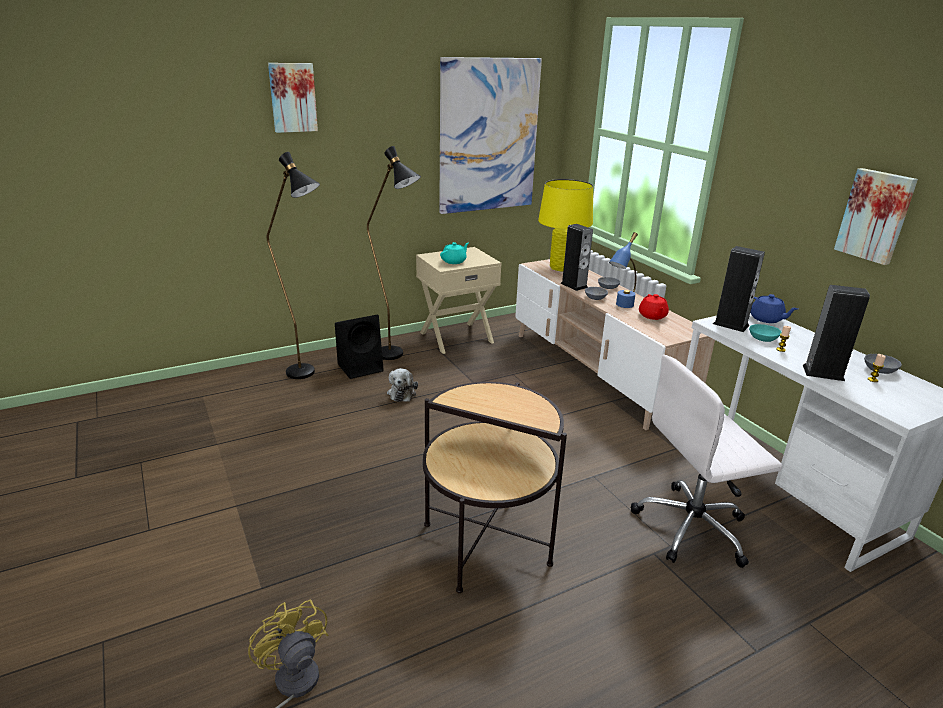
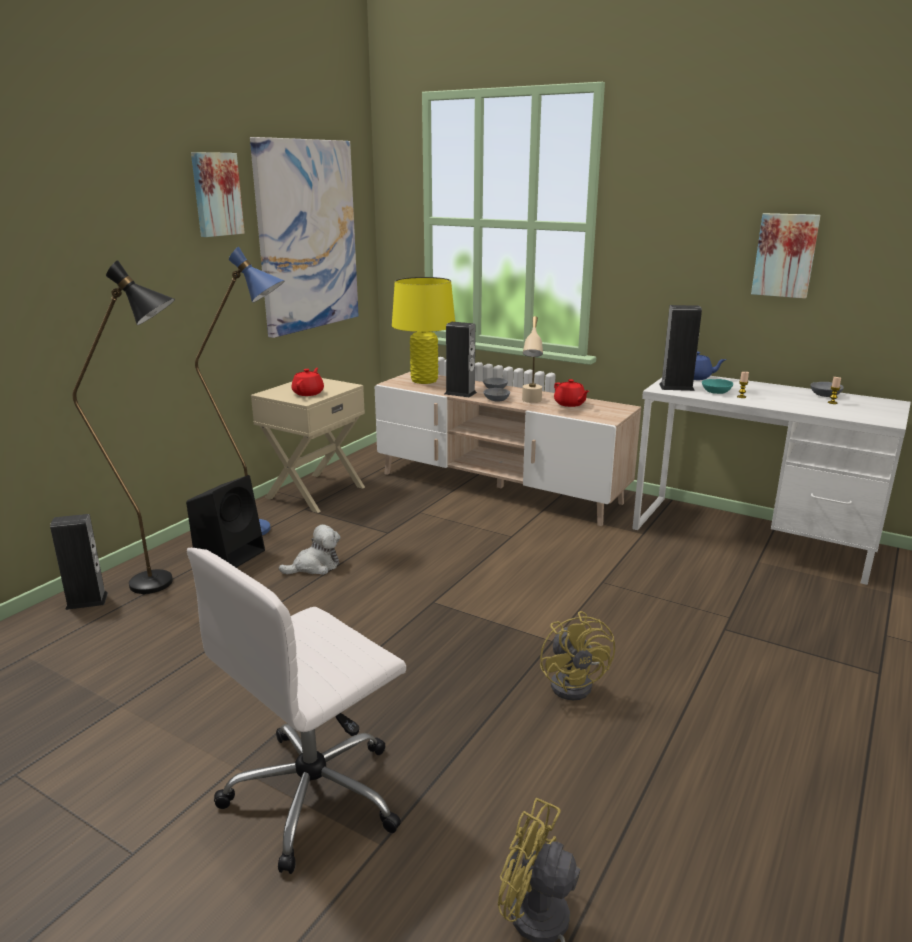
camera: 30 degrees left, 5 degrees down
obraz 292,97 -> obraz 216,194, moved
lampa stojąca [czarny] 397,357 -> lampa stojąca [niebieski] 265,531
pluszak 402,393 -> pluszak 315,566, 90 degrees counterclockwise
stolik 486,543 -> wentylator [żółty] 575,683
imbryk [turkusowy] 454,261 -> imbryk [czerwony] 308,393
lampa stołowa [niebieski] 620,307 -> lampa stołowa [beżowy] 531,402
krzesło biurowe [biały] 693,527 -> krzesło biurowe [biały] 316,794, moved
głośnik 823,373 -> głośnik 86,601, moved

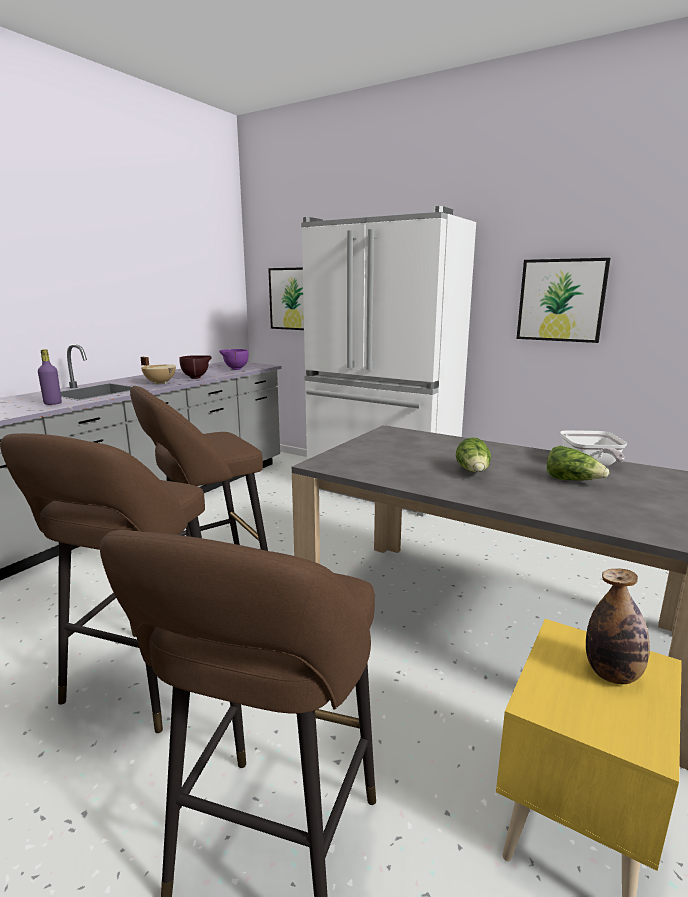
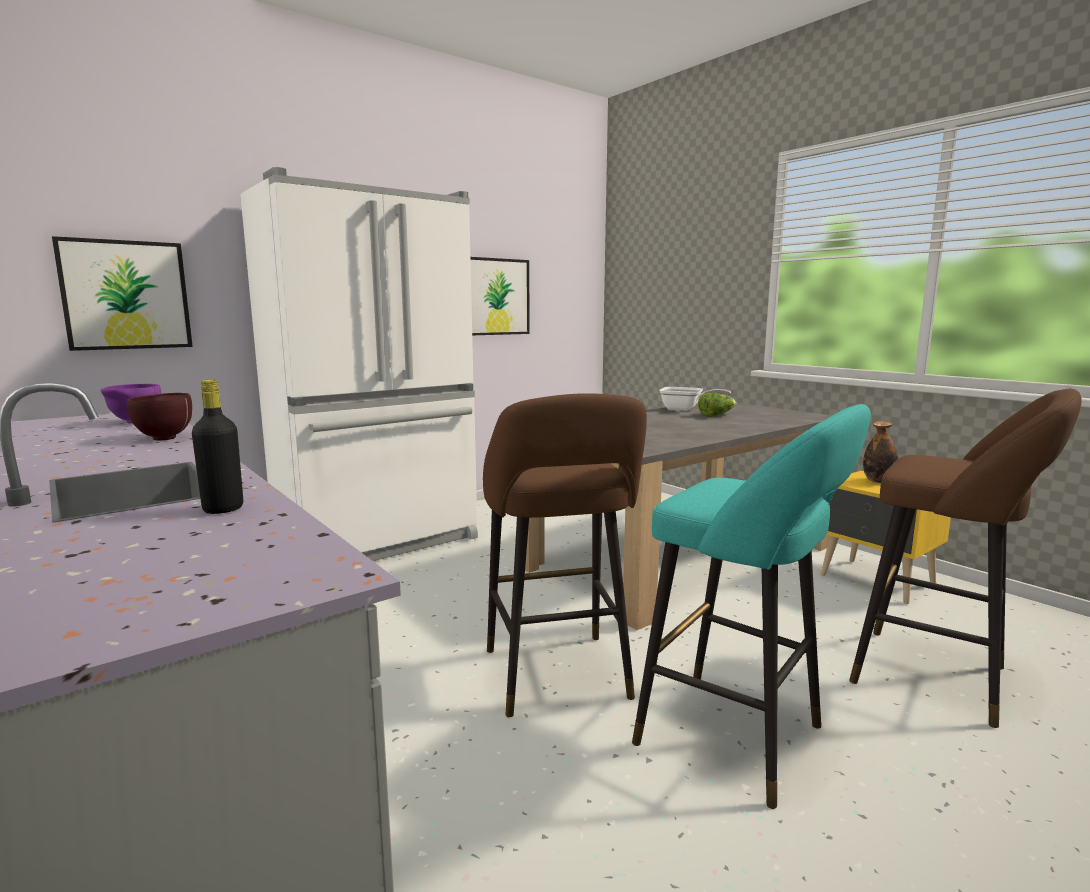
camera: 70 degrees left, 5 degrees down
stołek [brązowy] 140,683 -> stołek [turkusowy] 740,739
butelka [fioletowy] 53,403 -> butelka [czarny] 223,509
garnek [beżowy] 160,383 -> none
sałata 473,472 -> none

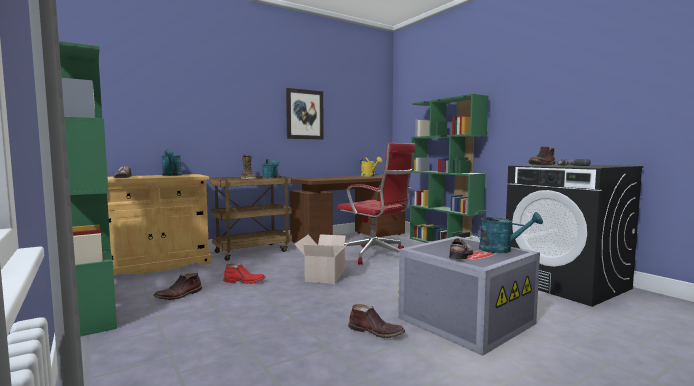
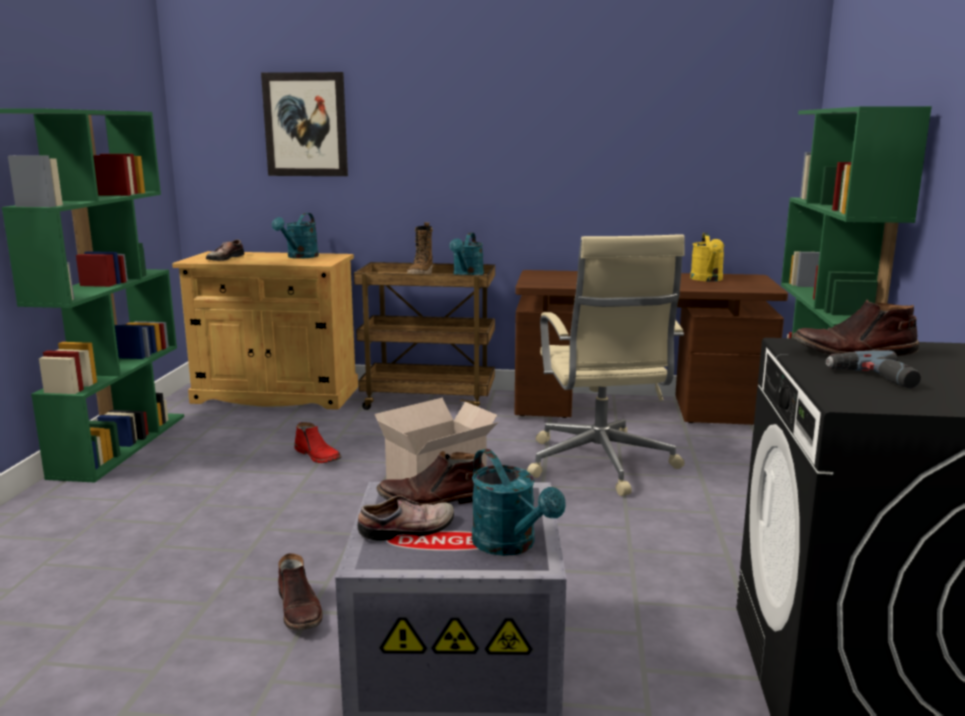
camera: 40 degrees right, 10 degrees up
but z cholewką [brązowy] 179,295 -> but z cholewką [brązowy] 434,499, moved
obraz 304,114 -> obraz 305,125, moved
krzesło biurowe [czerwony] 375,256 -> krzesło biurowe [beżowy] 600,465

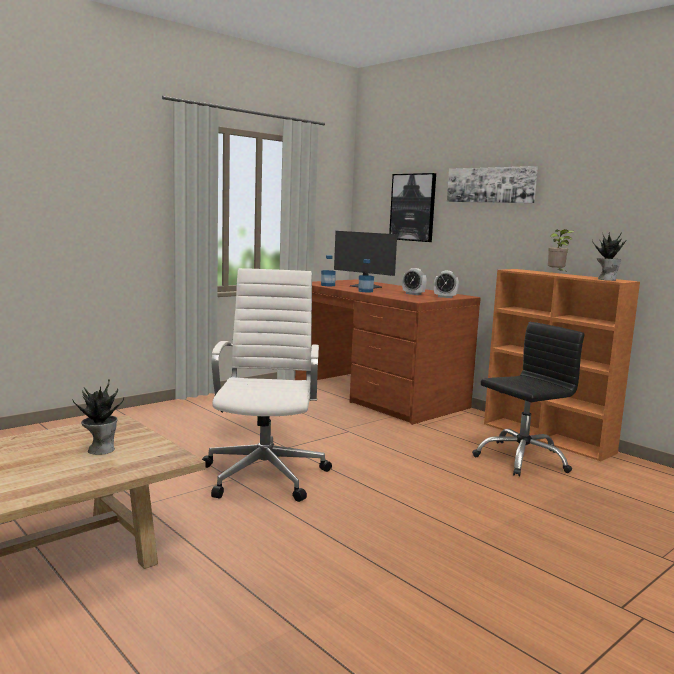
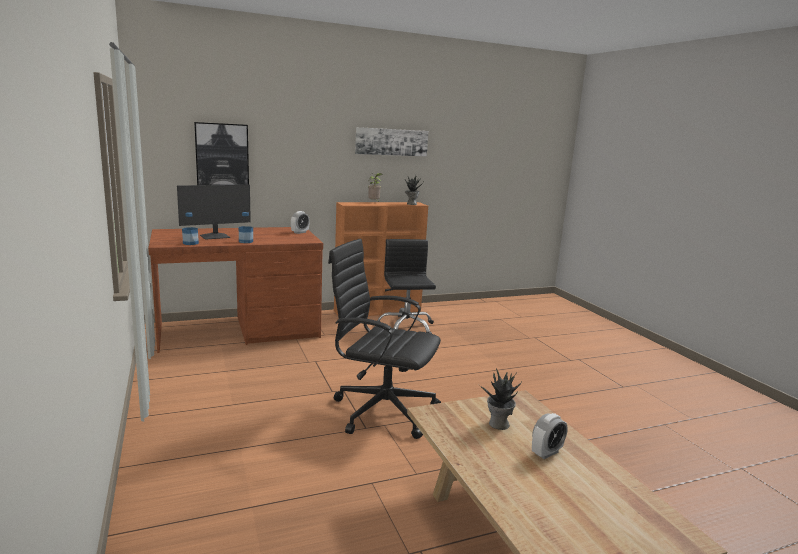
camera: 70 degrees left, 5 degrees up
krzesło biurowe [biały] 265,474 -> krzesło biurowe [czarny] 381,410
budzik 413,294 -> budzik 546,453, moved
obraz 491,185 -> obraz 391,142, moved

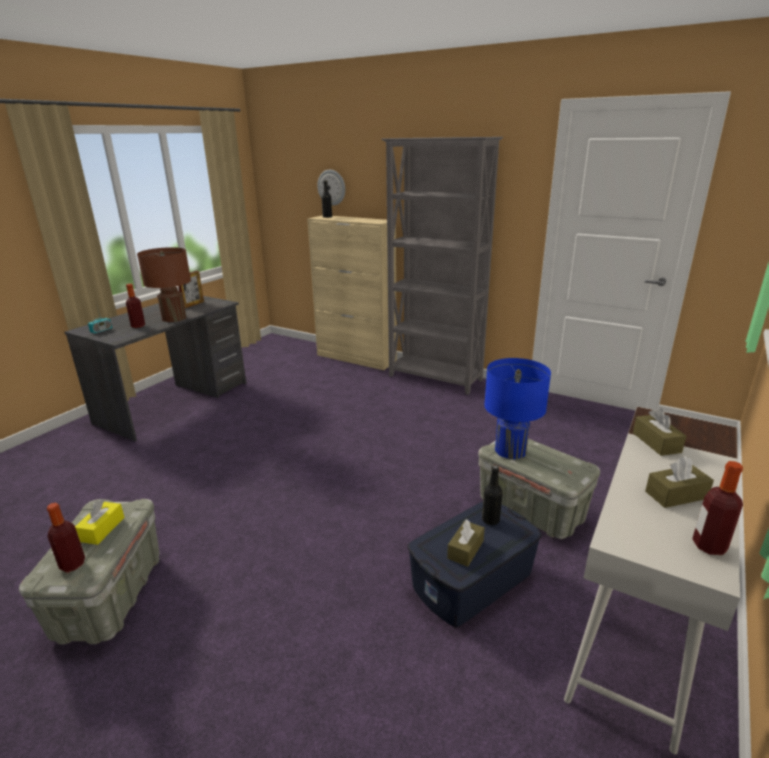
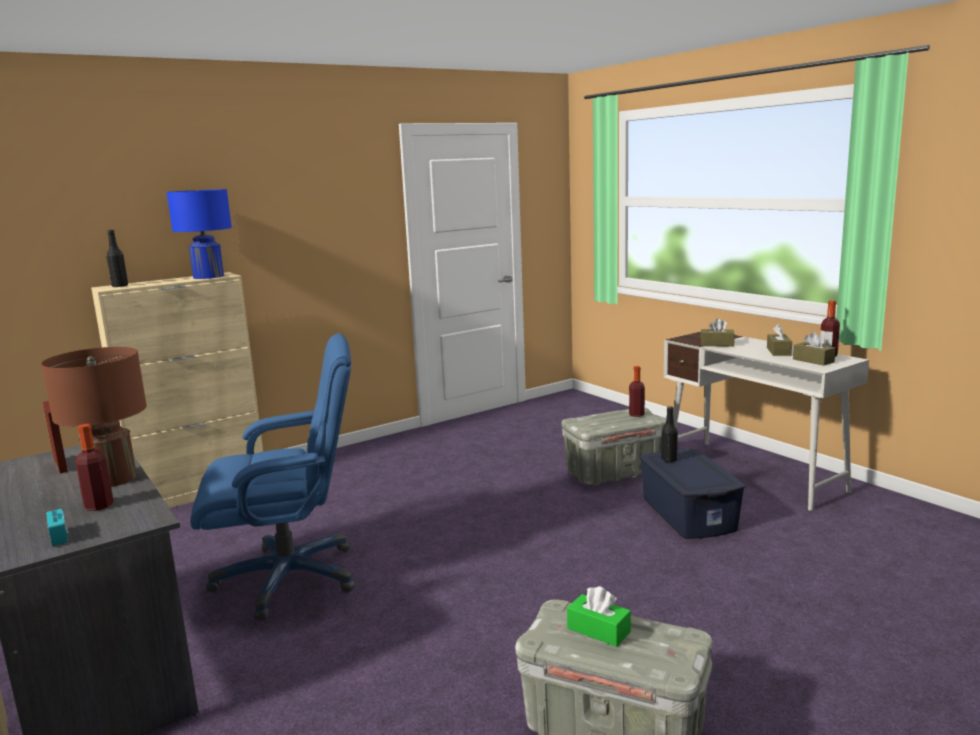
camera: 65 degrees left, 10 degrees down
butelka 72,564 -> butelka 636,414, moved
pudełko chusteczek [żółty] 102,529 -> pudełko chusteczek [zielony] 598,630
zegar ścienny 332,187 -> none
regał [szary] 435,379 -> none
pudełko chusteczek [brązowy] 465,549 -> pudełko chusteczek [brązowy] 813,360, moved
lampa stołowa [niebieski] 510,450 -> lampa stołowa [niebieski] 208,276, moved
none -> krzesło biurowe [niebieski] 290,578

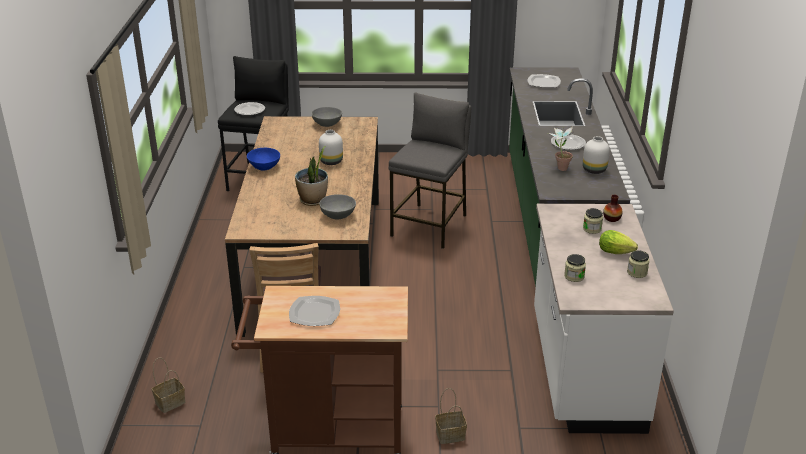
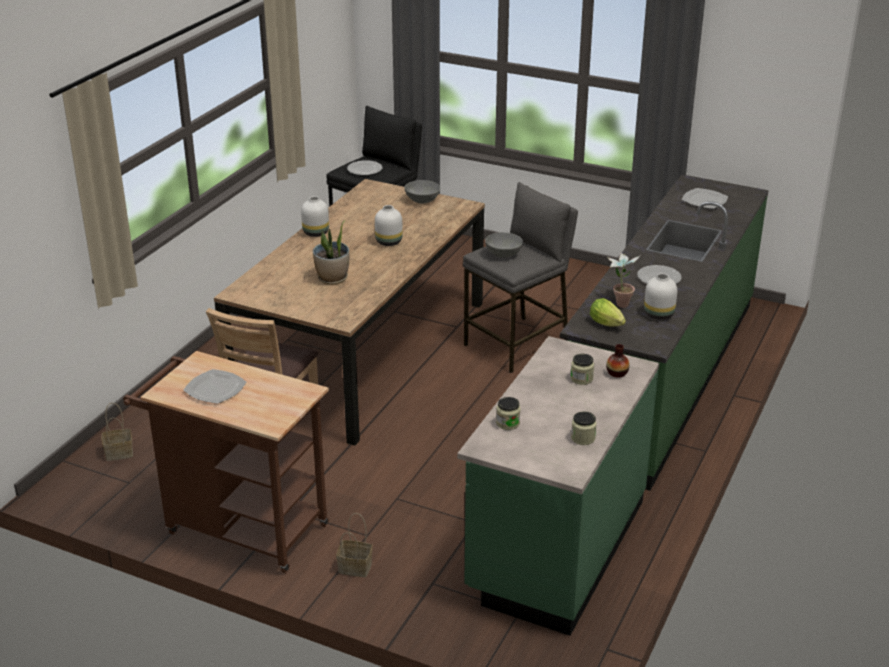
camera: 25 degrees right, 0 degrees up
miska [niebieski] 264,167 -> wazon [biały] 316,233
miska [szary] 338,215 -> miska [szary] 503,254, moved
zabudowa kuchenna [biały] 583,371 -> zabudowa kuchenna [zielony] 555,547
sałata 617,252 -> sałata 608,324, moved

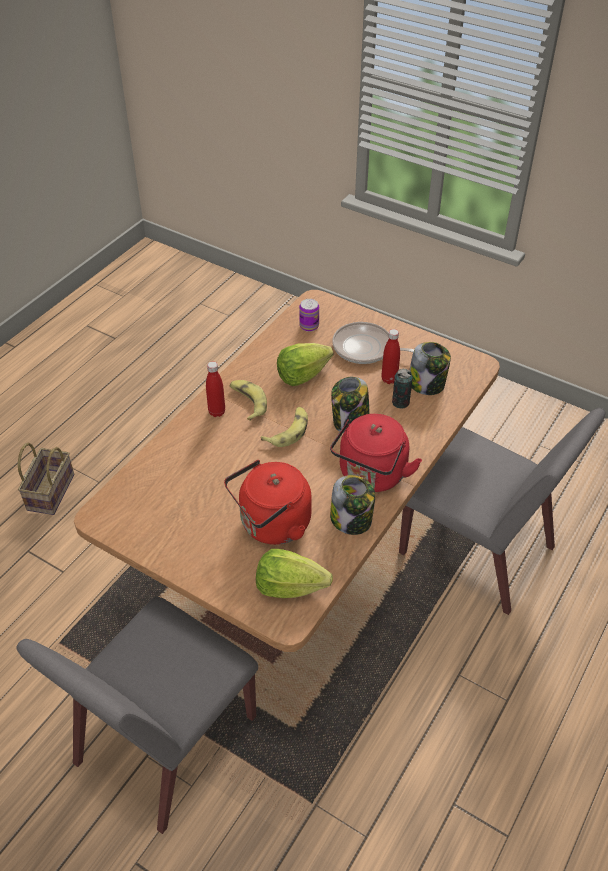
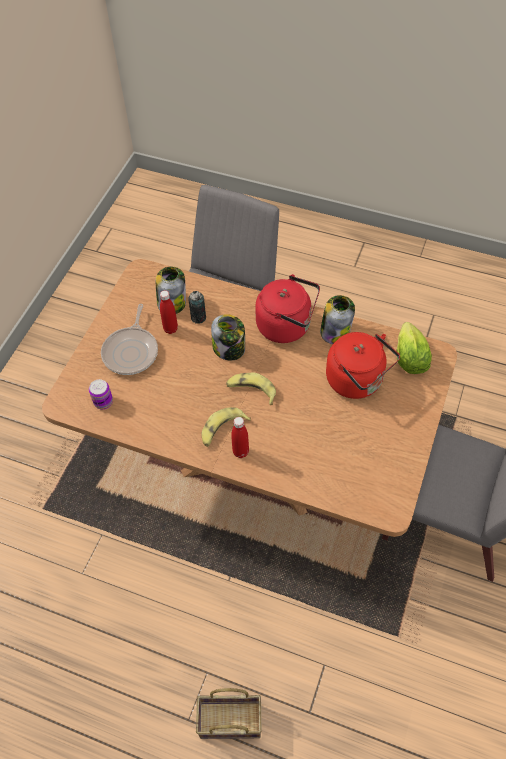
camera: 100 degrees left, 10 degrees up
sałata 302,375 -> none

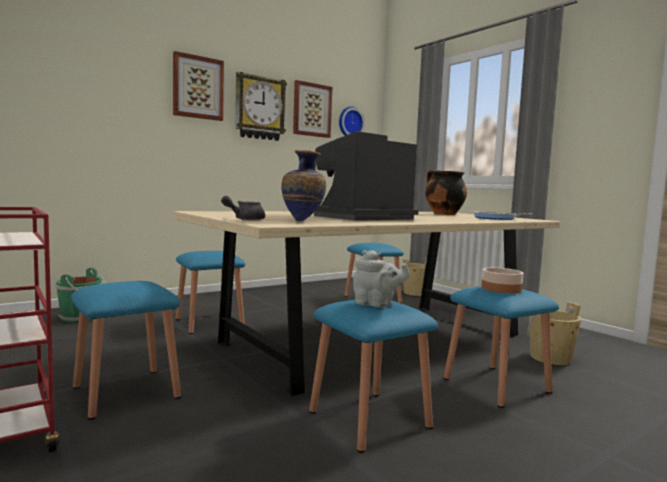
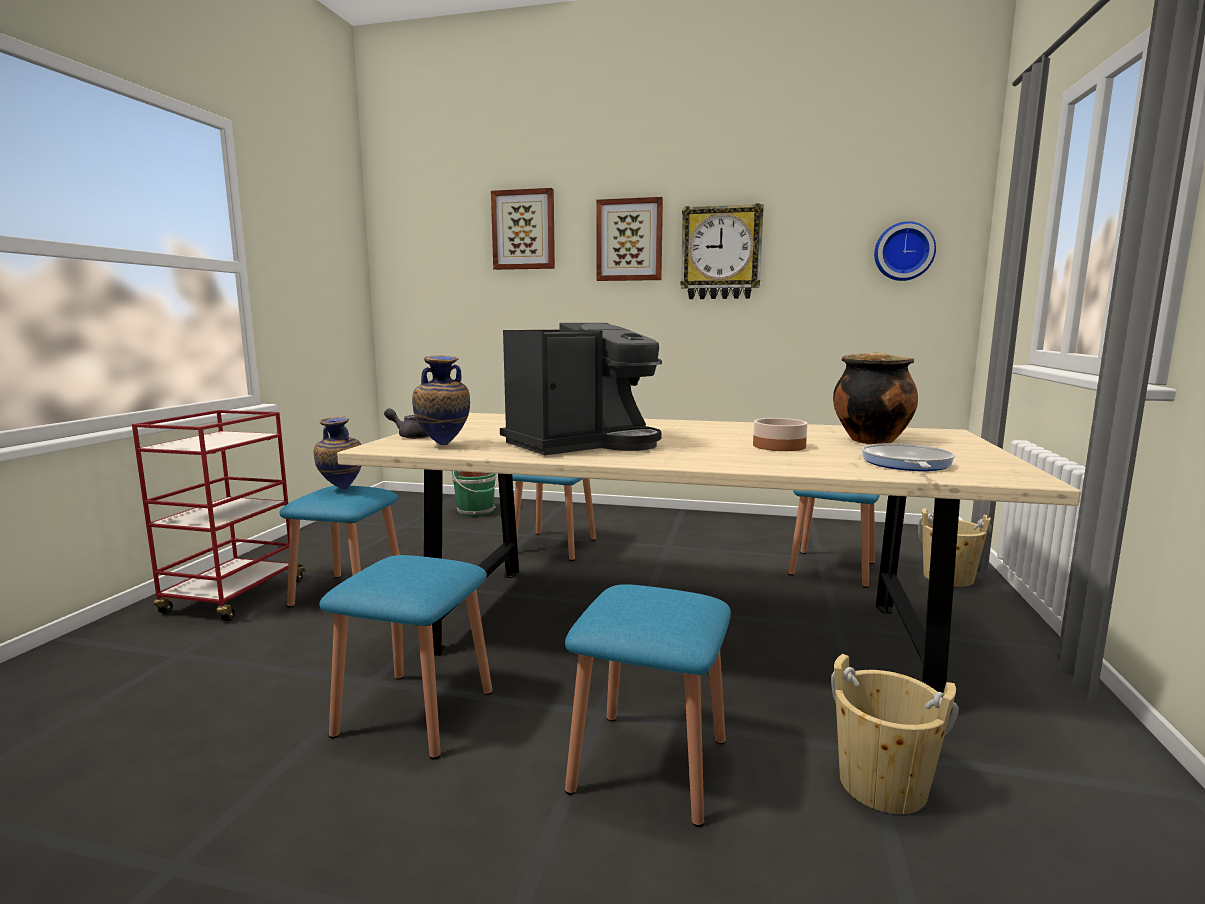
camera: 50 degrees right, 5 degrees up
obraz 311,110 -> obraz 524,230, moved
ekspres do kawy 361,218 -> ekspres do kawy 584,444, 135 degrees clockwise
imbryk [szary] 376,305 -> none
miska 502,289 -> miska 779,446, moved
none -> wazon 340,490

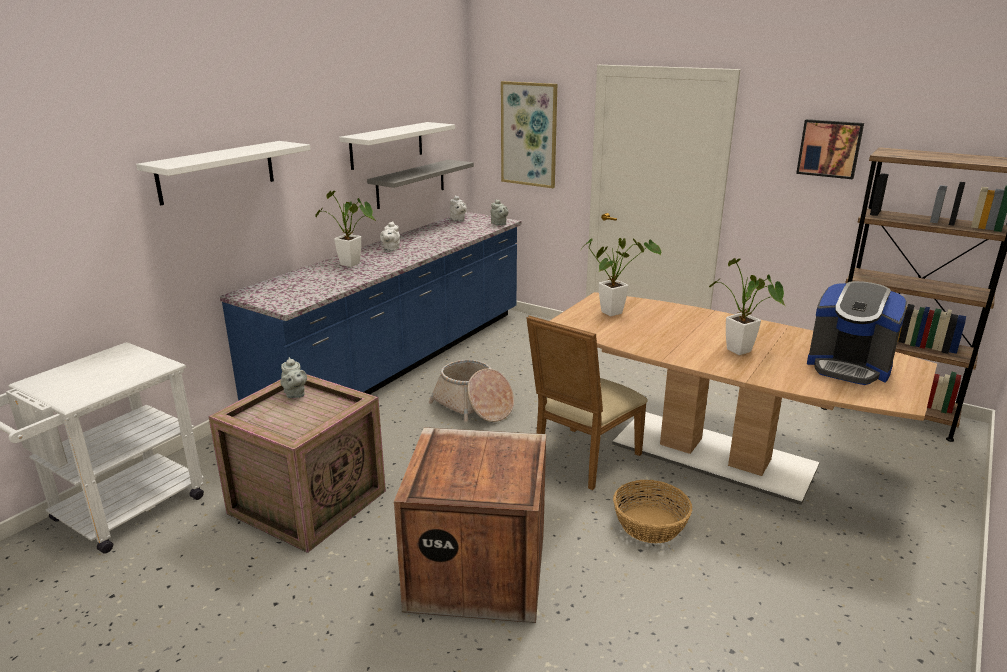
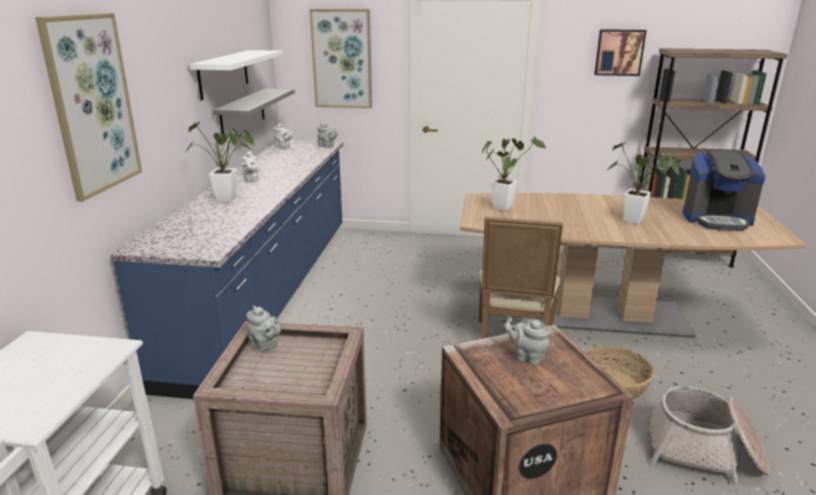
camera: 25 degrees left, 0 degrees up
półka [biały] 217,172 -> obraz 92,105
koszyk 474,406 -> koszyk 704,451, moved
none -> imbryk [szary] 526,356

